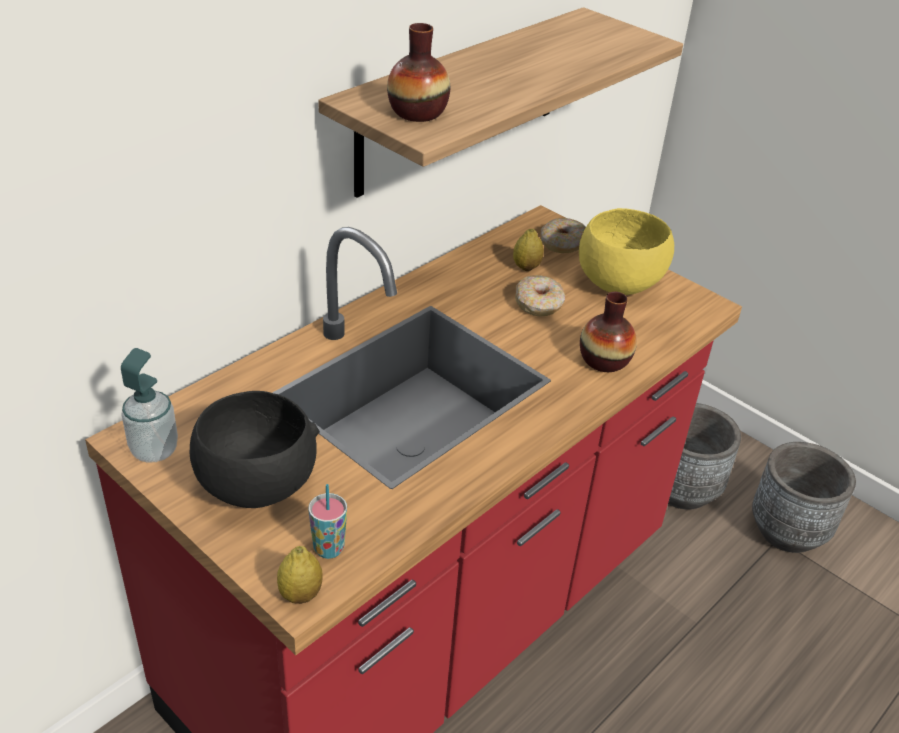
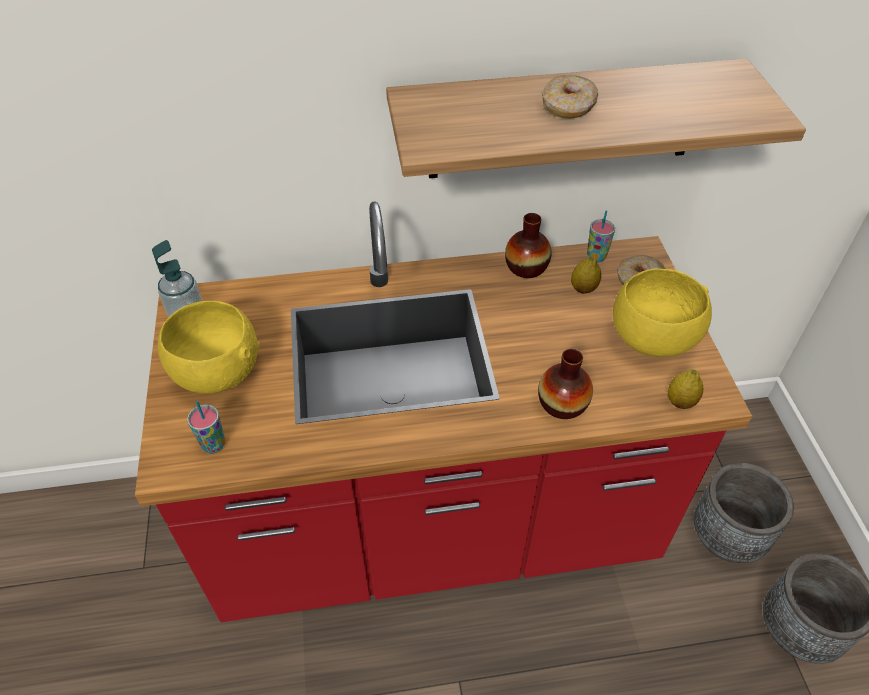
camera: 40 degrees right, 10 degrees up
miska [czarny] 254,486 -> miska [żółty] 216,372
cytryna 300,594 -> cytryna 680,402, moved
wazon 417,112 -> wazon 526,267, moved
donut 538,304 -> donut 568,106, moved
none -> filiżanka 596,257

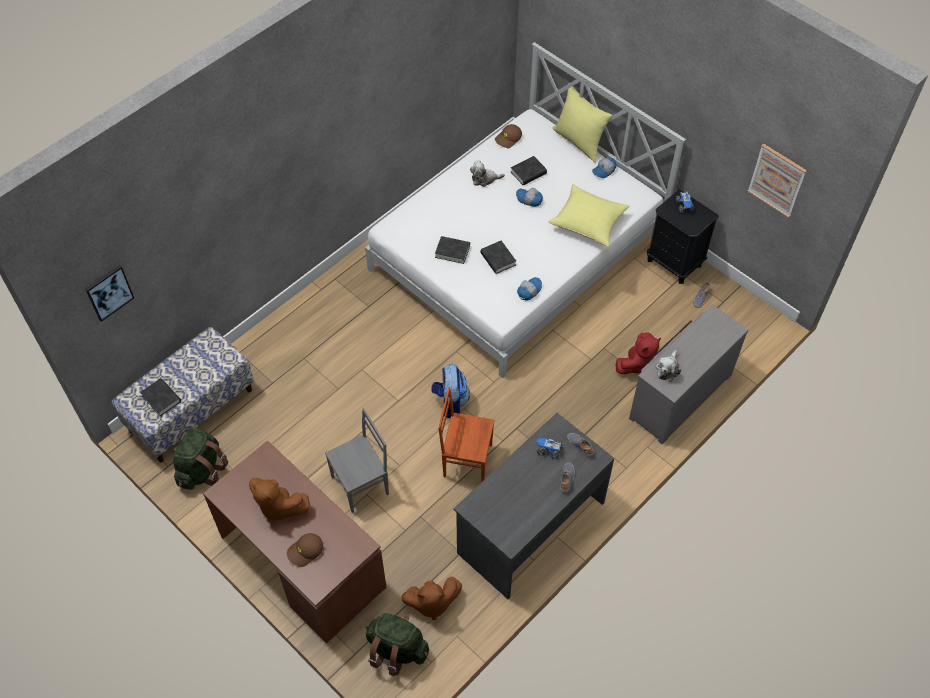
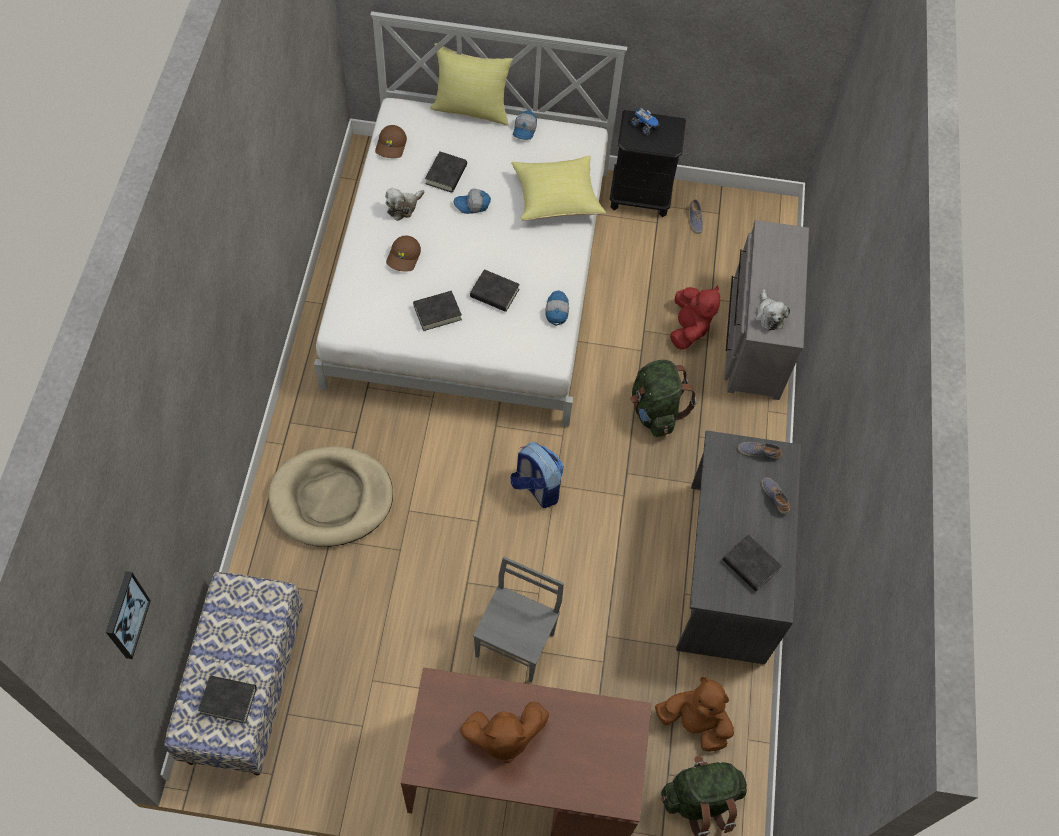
camera: 40 degrees left, 5 degrees up
plecak [zielony] 201,470 -> plecak [zielony] 655,411, moved
czapka z daszkiem [brązowy] 305,552 -> czapka z daszkiem [brązowy] 404,257, moved
pluszak [brązowy] 431,603 -> pluszak [brązowy] 694,723, 105 degrees counterclockwise
krzesło [brązowy] 467,459 -> none
ciężarówka zabawkowa 548,450 -> none
obraz 777,180 -> none
none -> legowisko [beżowy] 331,498
none -> książka [czarny] 750,565

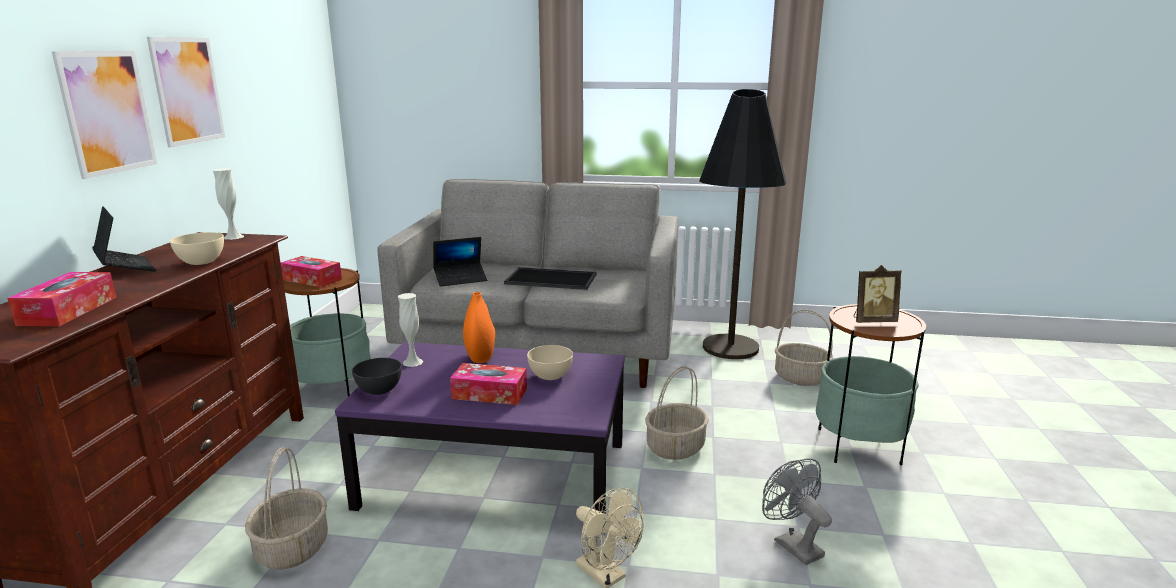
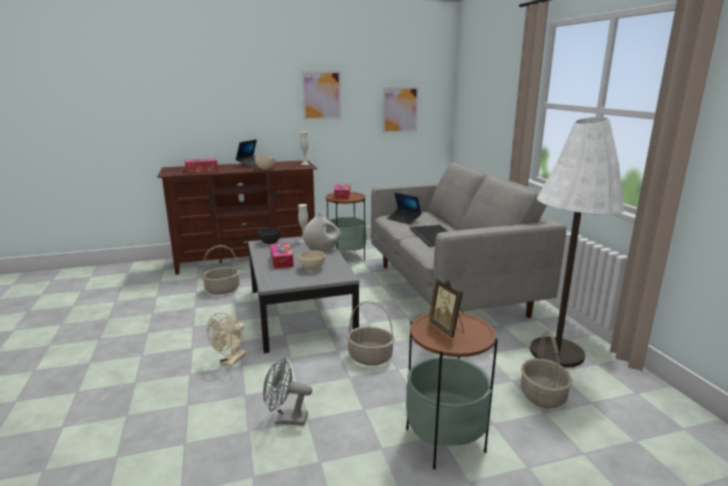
camera: 65 degrees right, 0 degrees up
obraz 107,112 -> obraz 400,110, moved
ława [fioletowy] 496,474 -> ława [szary] 301,312
wazon [pomarańczowy] 480,357 -> wazon [biały] 322,250
lampa stojąca [czarny] 730,347 -> lampa stojąca [biały] 556,352
wentylator [szary] 792,545 -> wentylator [szary] 286,419, 120 degrees counterclockwise

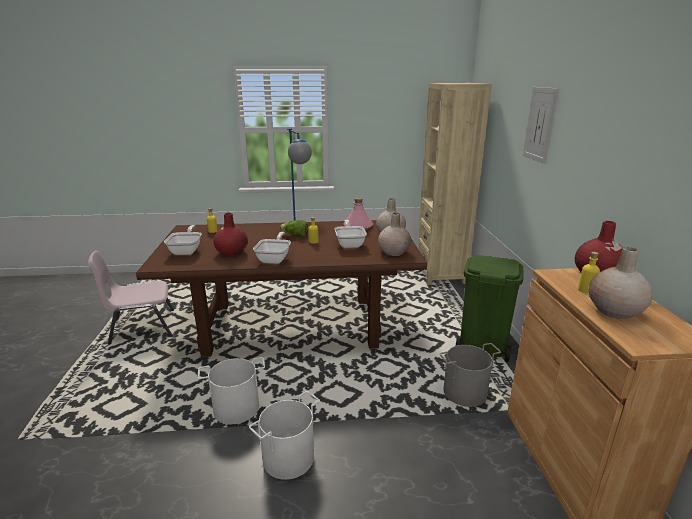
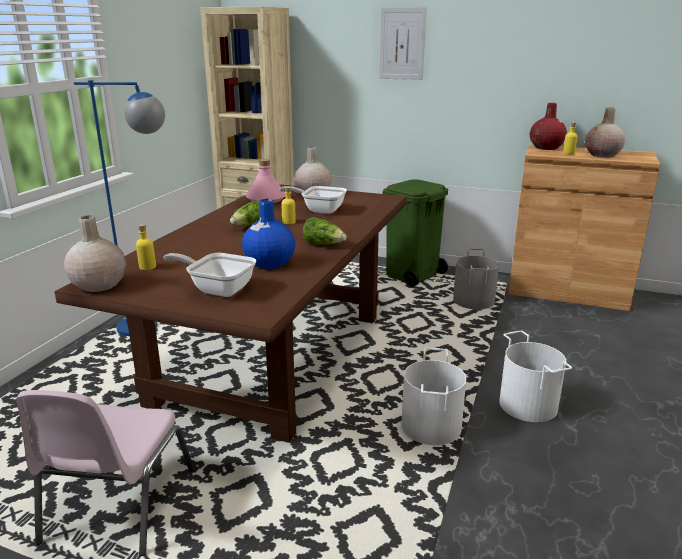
camera: 65 degrees left, 0 degrees up
wazon [czerwony] 232,252 -> wazon [niebieski] 269,263
patelnia 275,259 -> sałata 324,245
wazon [beżowy] 394,252 -> wazon [beżowy] 98,285, moved

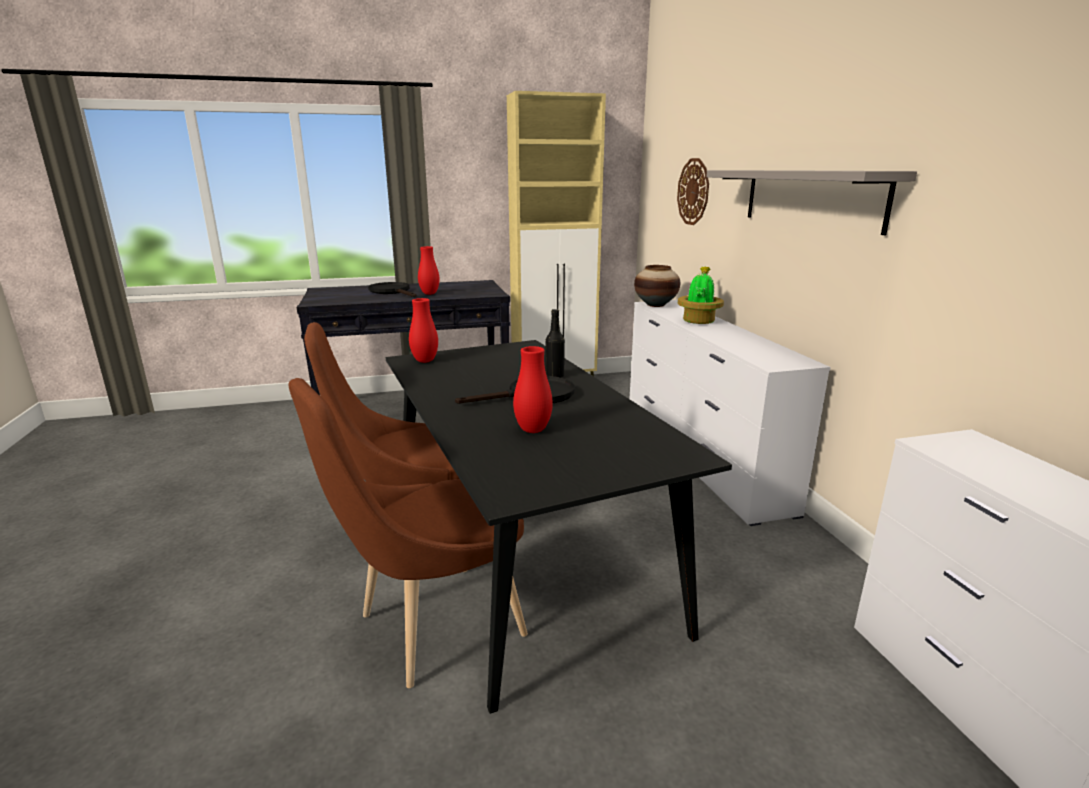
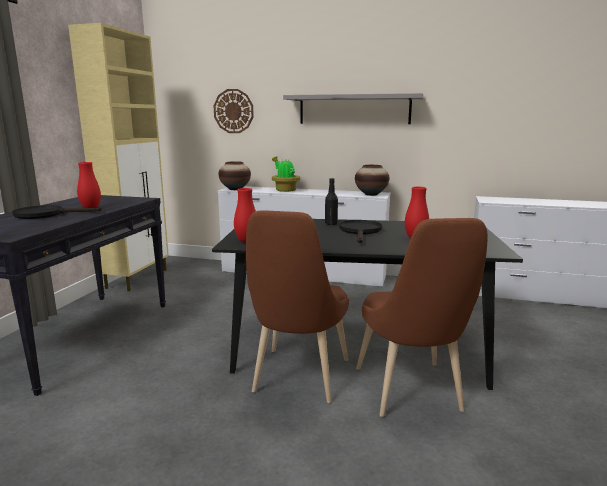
camera: 60 degrees left, 5 degrees down
none -> wazon 371,194

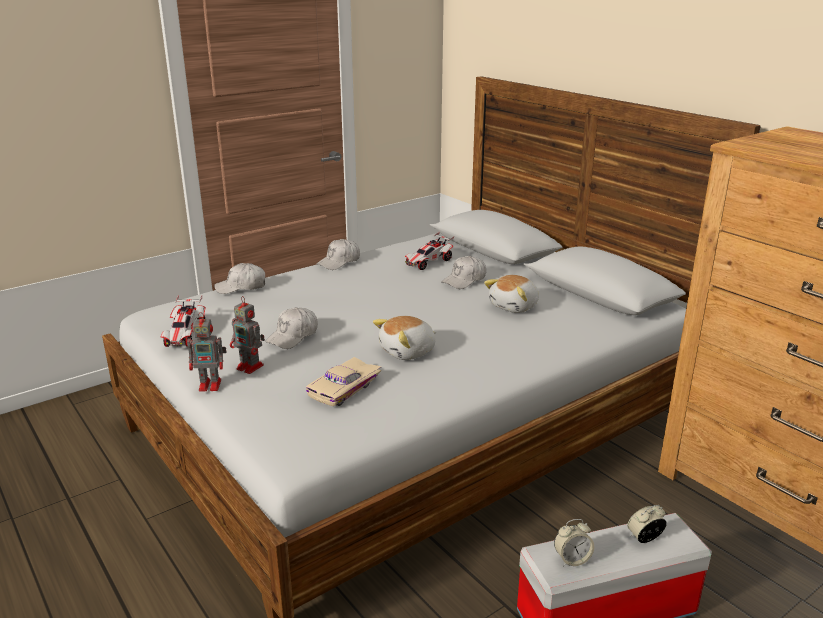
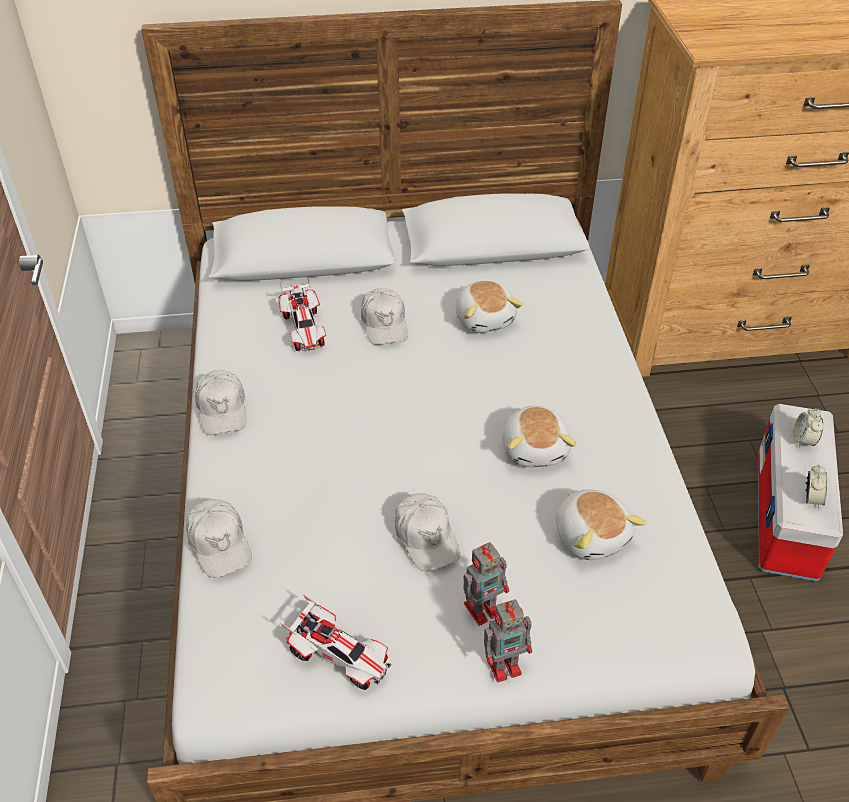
camera: 60 degrees left, 20 degrees up
robot zabawkowy 211,385 -> robot zabawkowy 505,664, 45 degrees clockwise
czapka z daszkiem [biały] 241,287 -> czapka z daszkiem [biały] 220,543, 45 degrees counterclockwise
samochodzik [beżowy] 346,389 -> pluszak 592,535

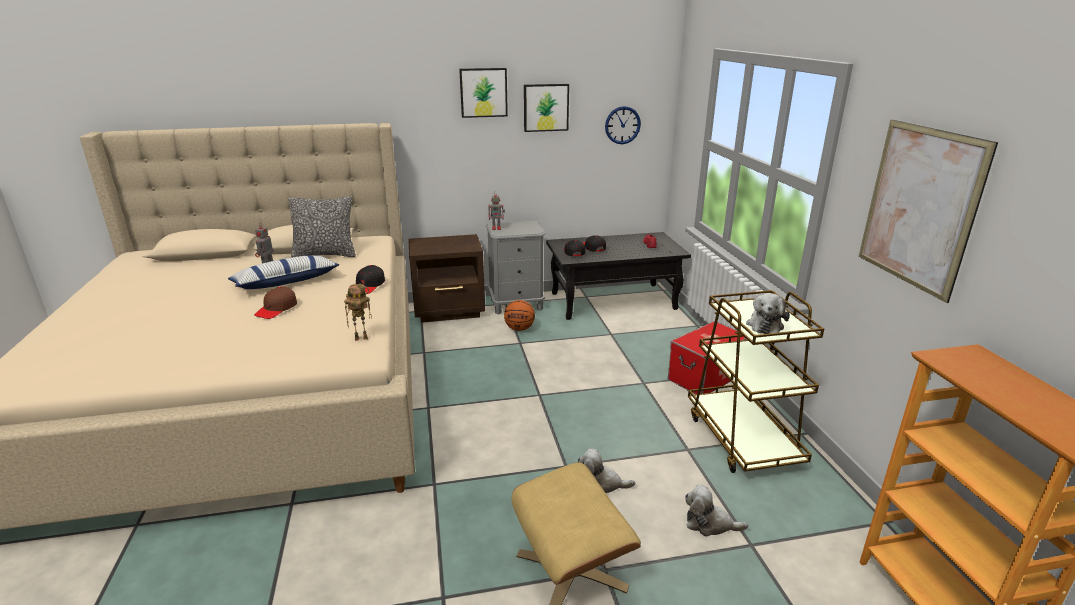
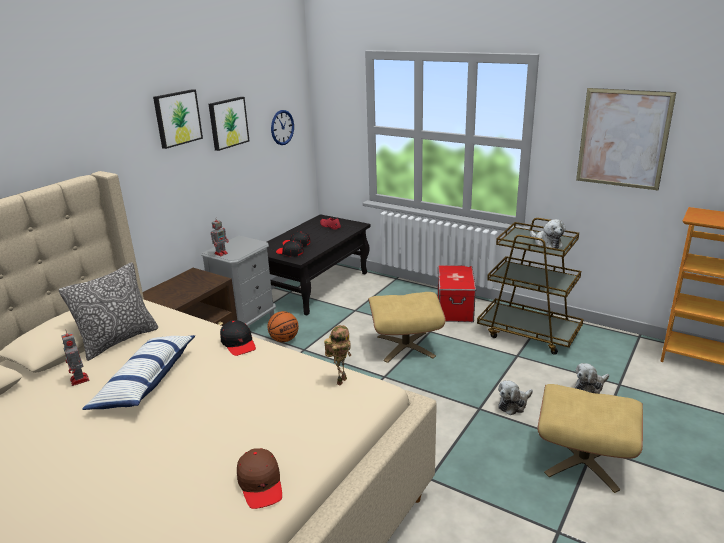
camera: 45 degrees left, 0 degrees up
czapka z daszkiem [brązowy] 276,309 -> czapka z daszkiem [brązowy] 261,484, moved
none -> pufa [beżowy] 405,346

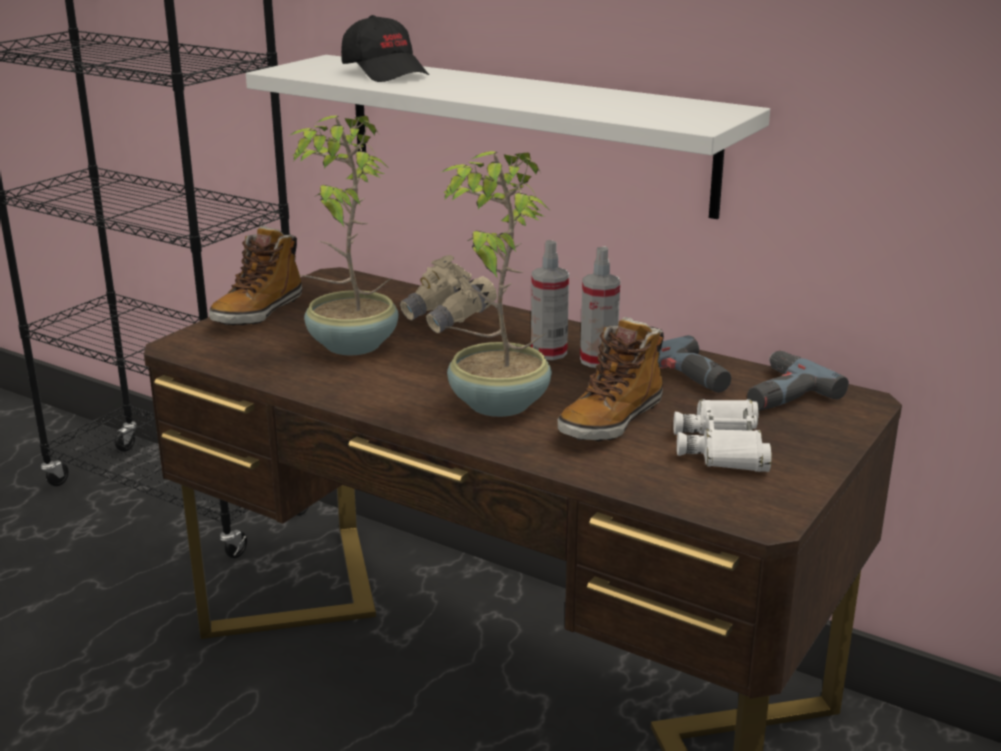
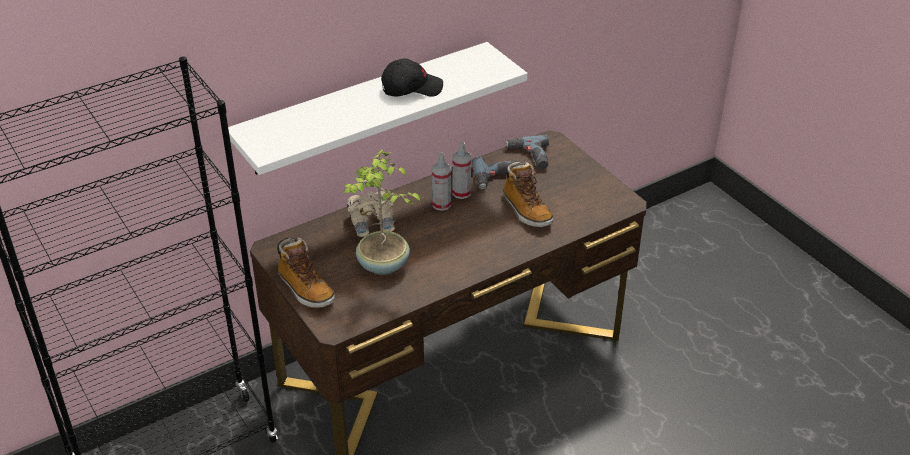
camera: 65 degrees left, 15 degrees up
czapka z daszkiem [czarny] 386,73 -> czapka z daszkiem [czarny] 411,88, moved
roślina doniczkowa 496,404 -> none
lornetka [biały] 723,446 -> none

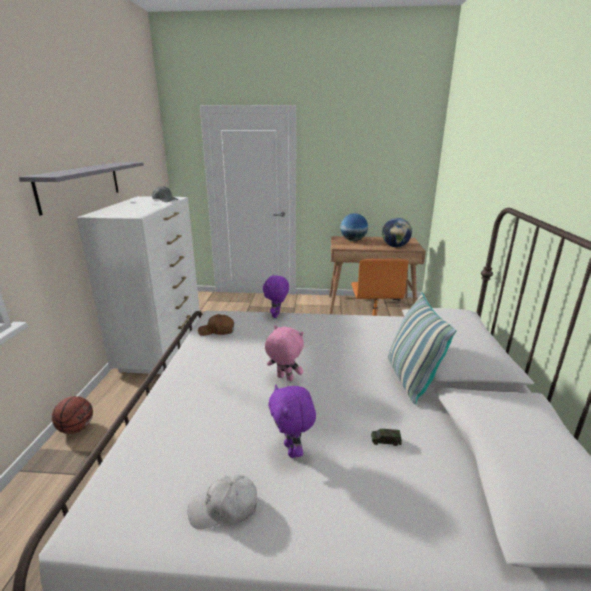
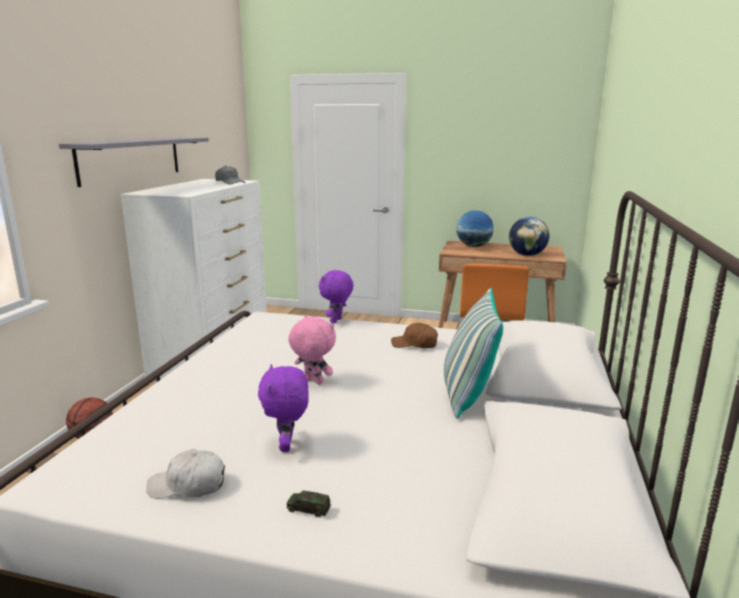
camera: 10 degrees right, 5 degrees down
czapka z daszkiem [brązowy] 217,331 -> czapka z daszkiem [brązowy] 415,344, moved
samochodzik 385,441 -> samochodzik 308,509, moved

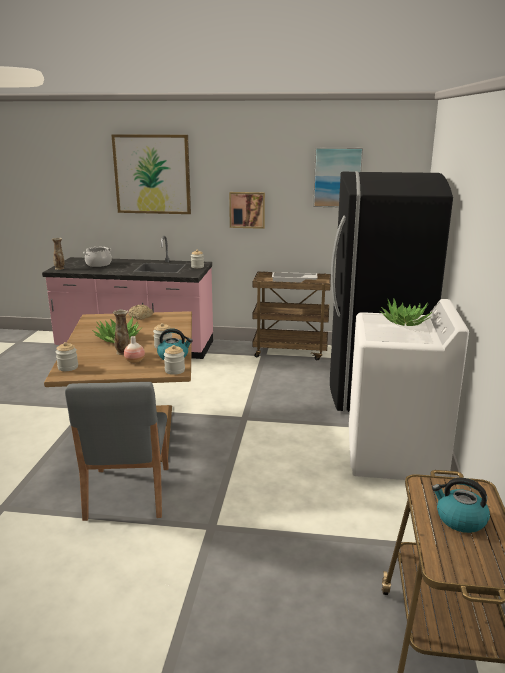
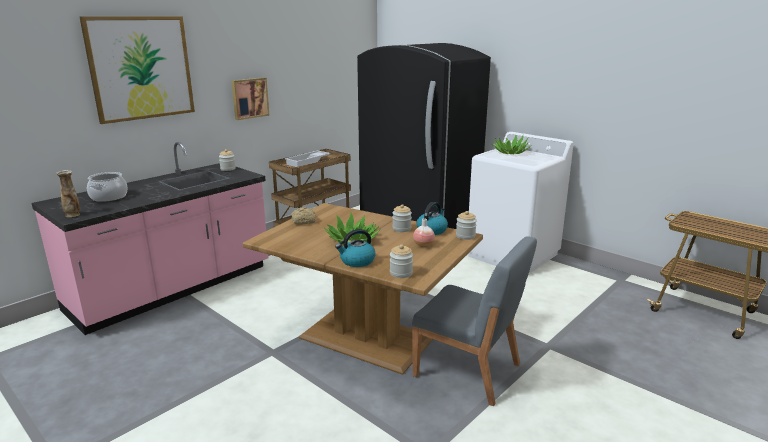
camera: 55 degrees left, 0 degrees up
wazon 123,352 -> none
obraz 337,177 -> none
czajnik 460,519 -> czajnik 357,261, moved

